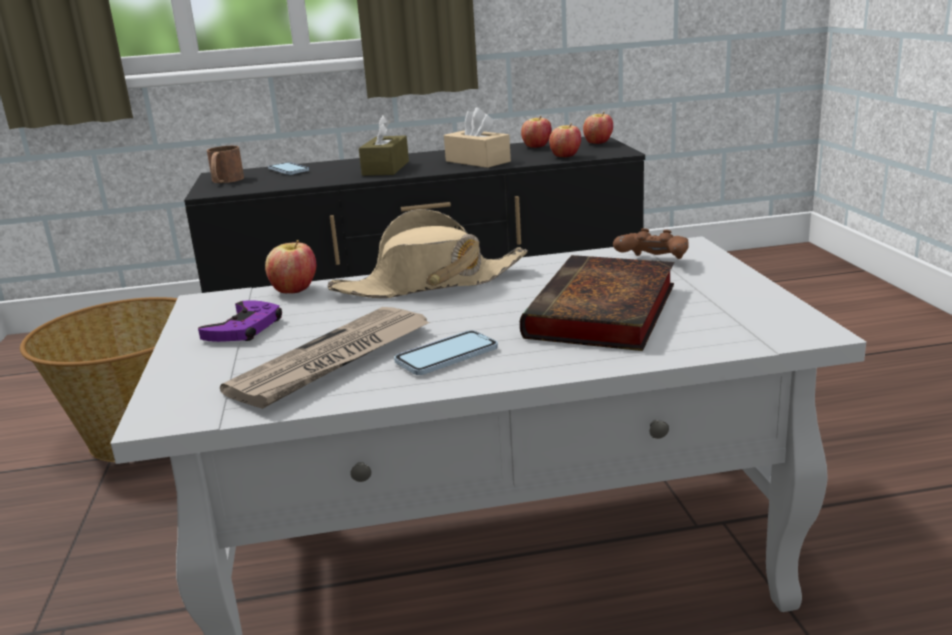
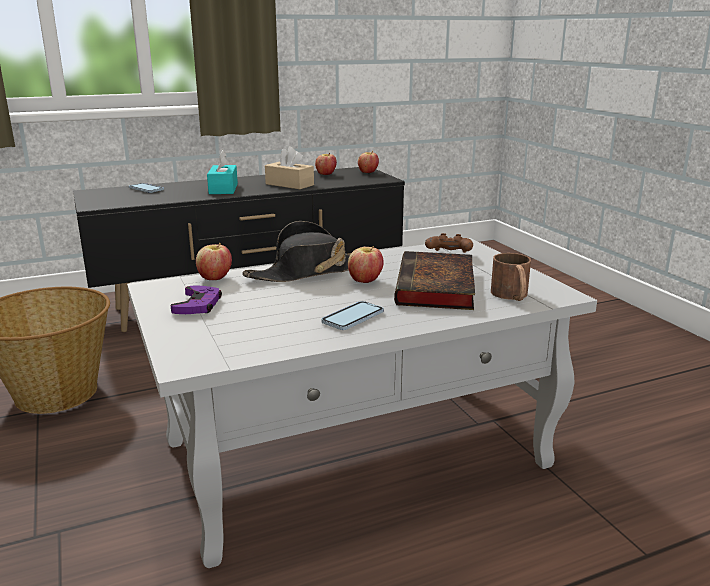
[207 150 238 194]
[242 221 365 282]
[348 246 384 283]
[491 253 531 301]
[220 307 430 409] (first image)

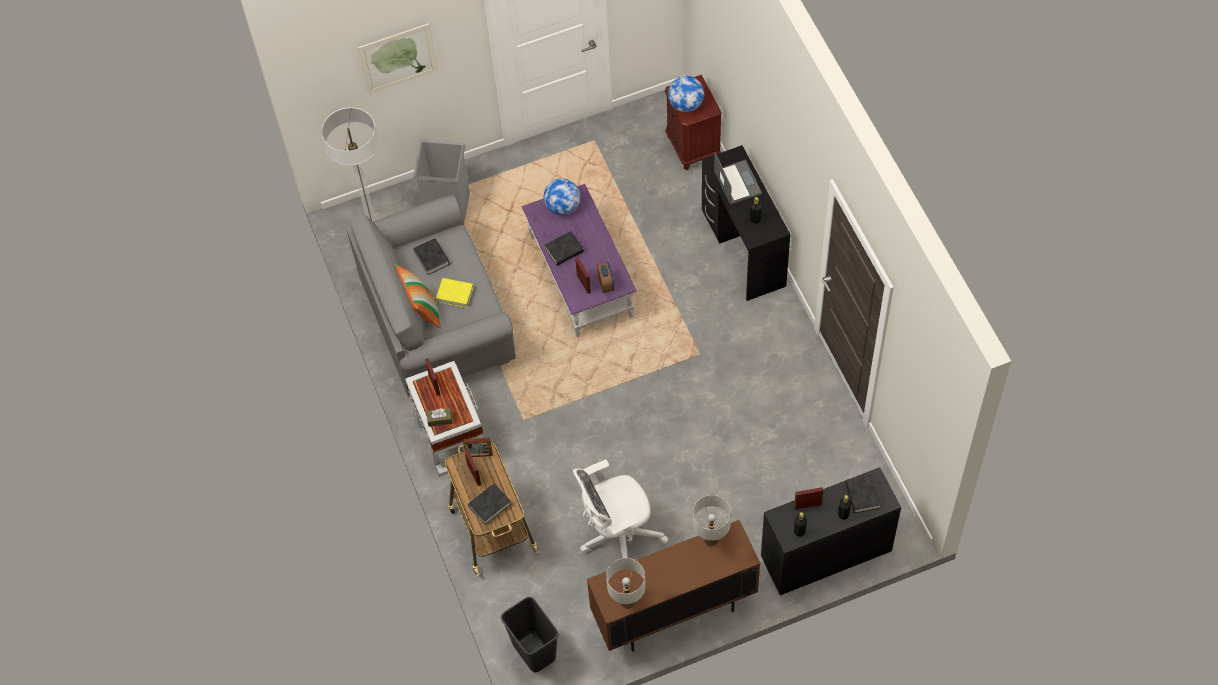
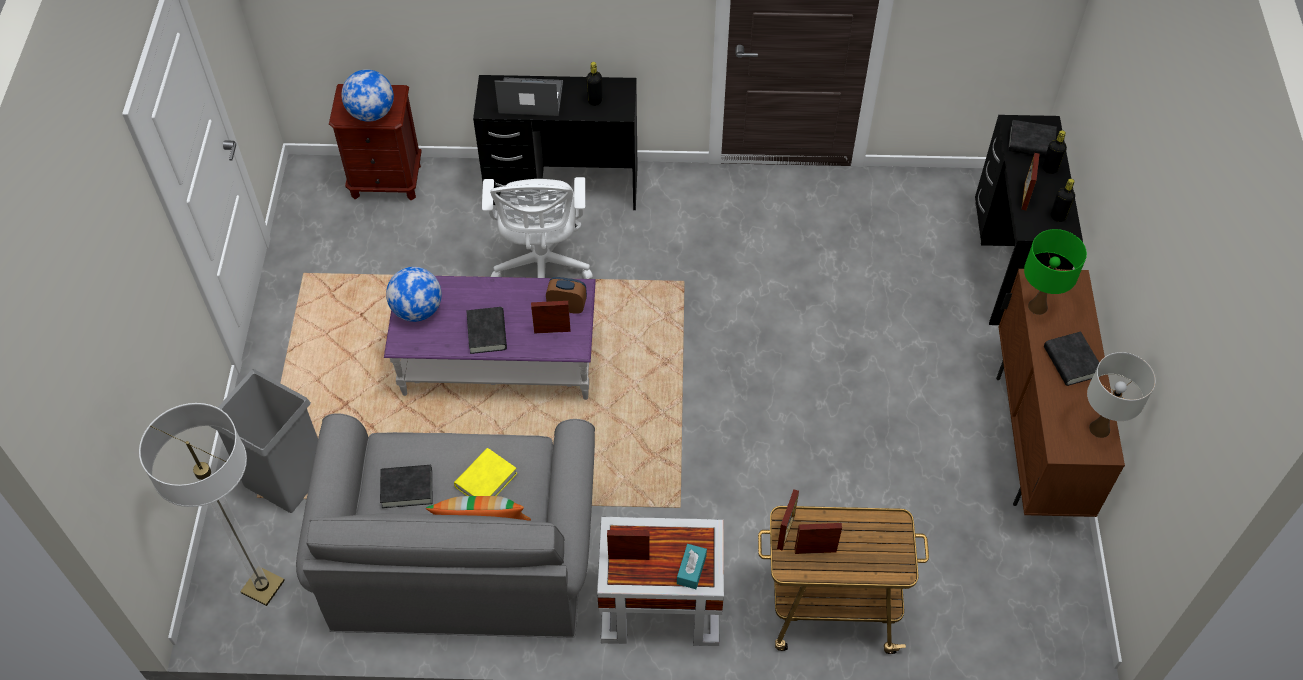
[482 177 593 279]
[677 544 707 589]
[1024 229 1087 315]
[1044 331 1101 386]
[358 23 438 94] (first image)
[501 597 559 672] (first image)

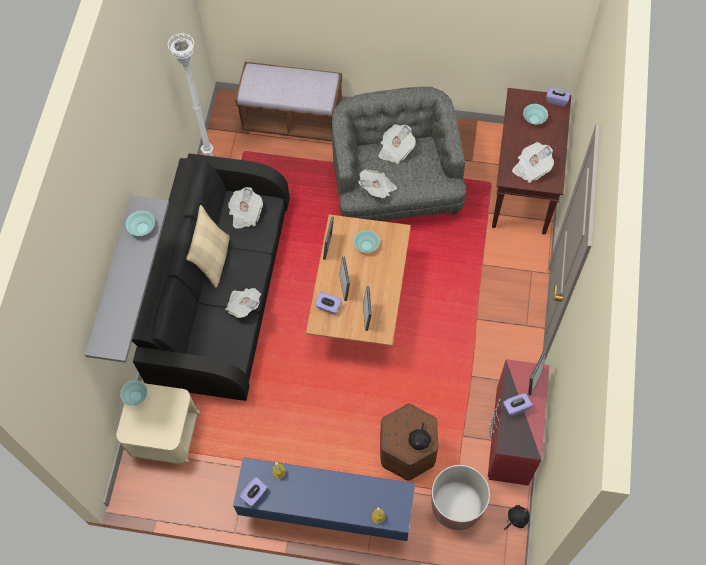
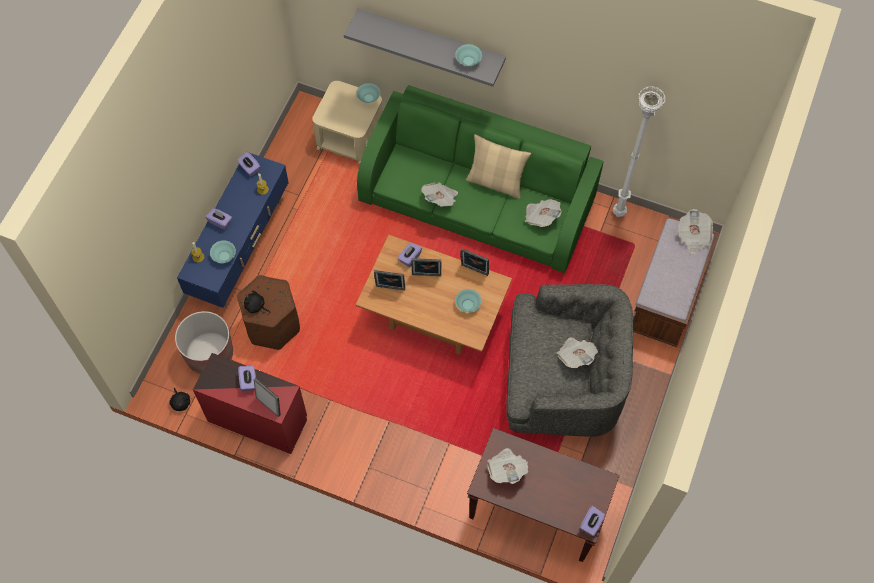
[206 208 232 230]
[210 240 236 263]
[357 85 604 273]
[677 209 713 254]

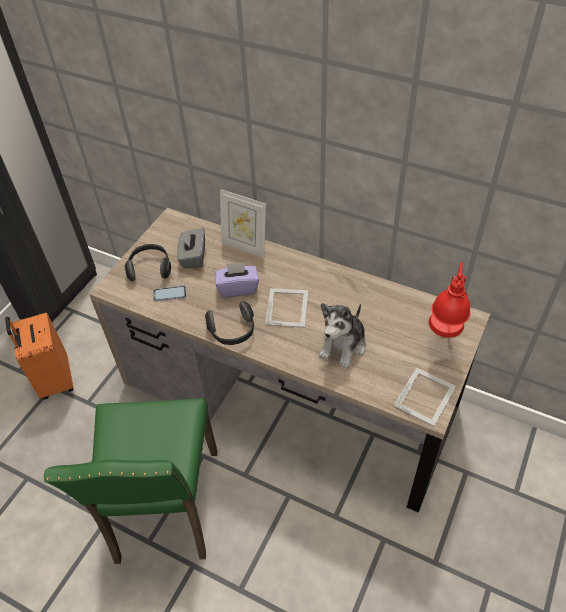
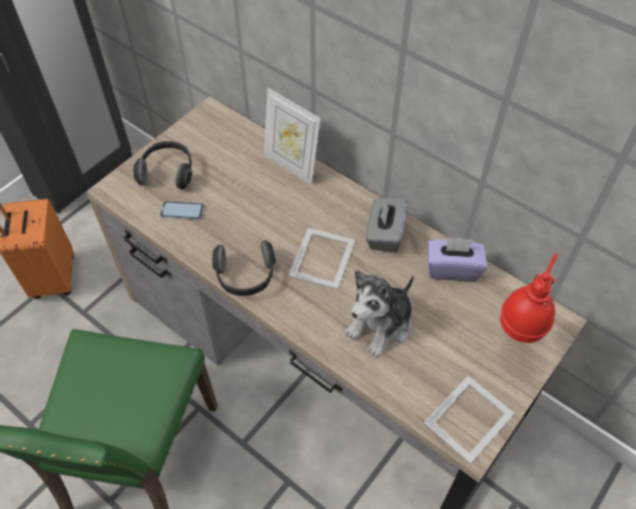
[366 198 408 253]
[428 237 487 281]

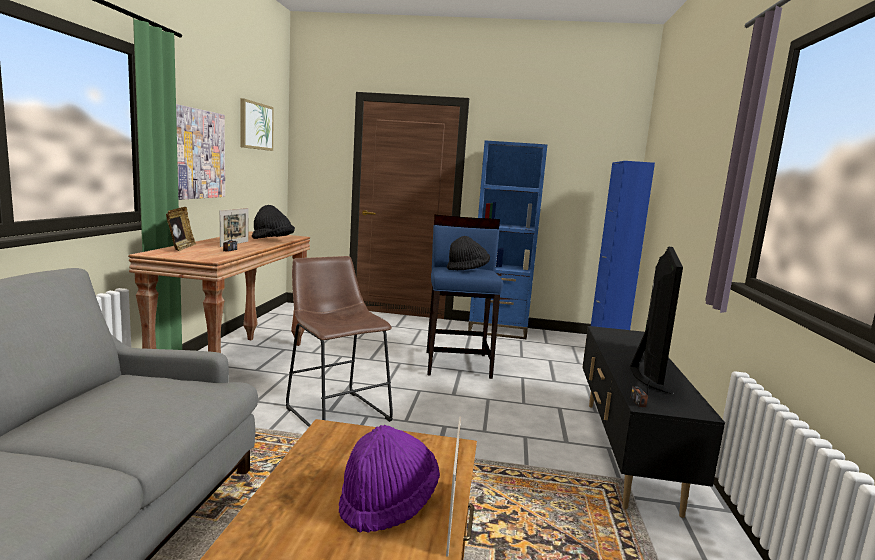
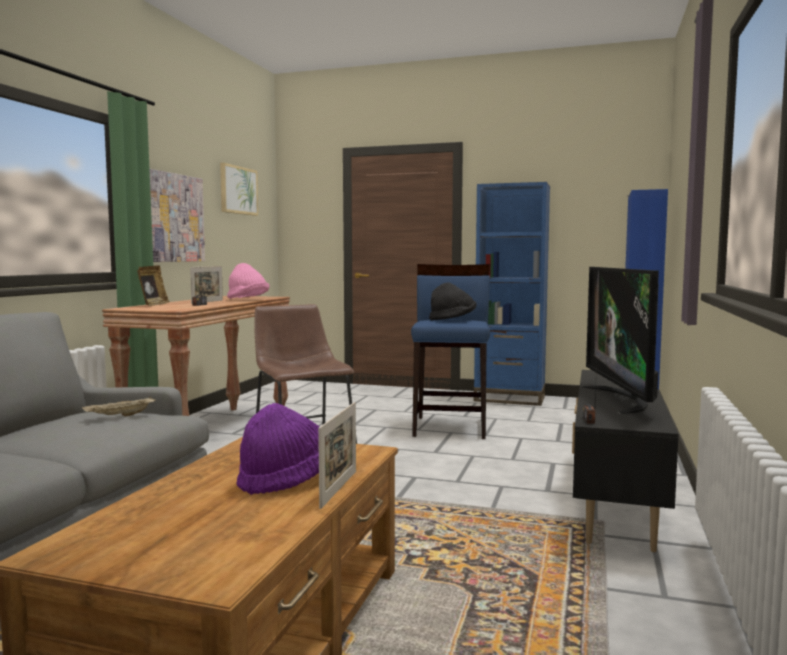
[82 396 156 417]
[227 263 269 299]
[582 267 659 414]

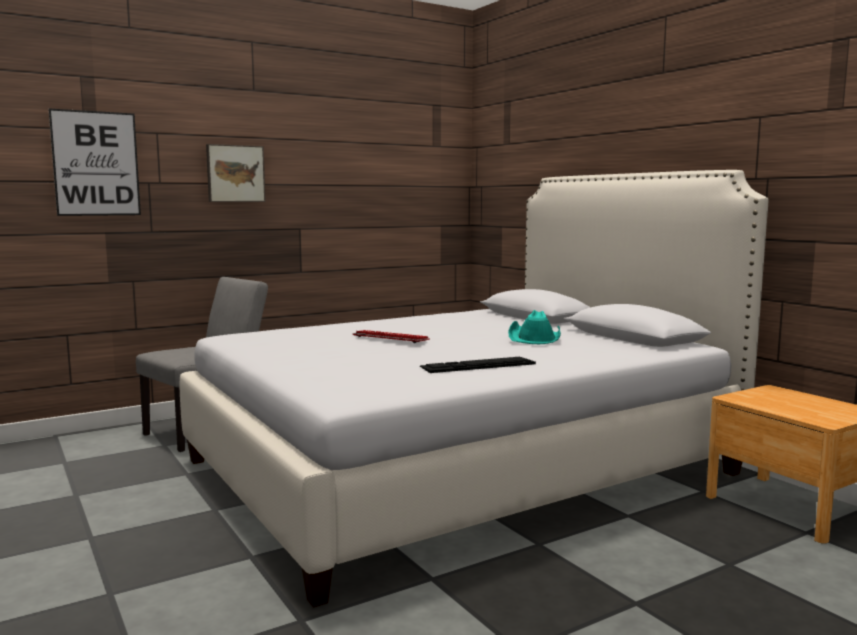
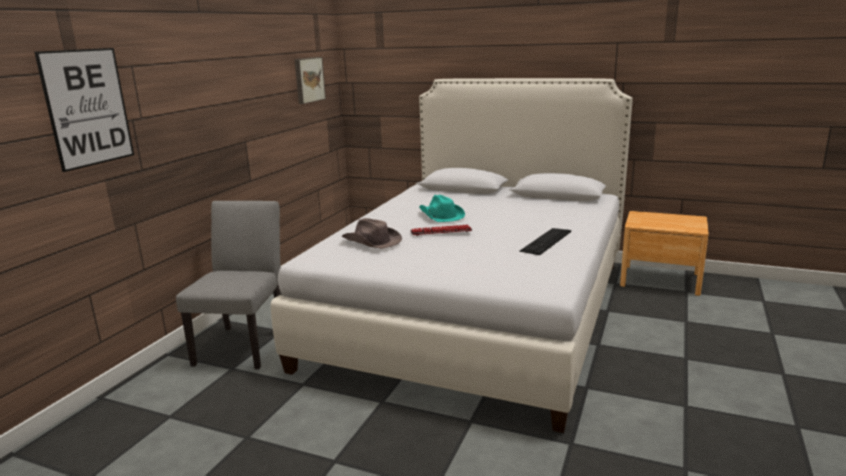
[294 57 326 104]
[341 218 402 249]
[419 195 465 222]

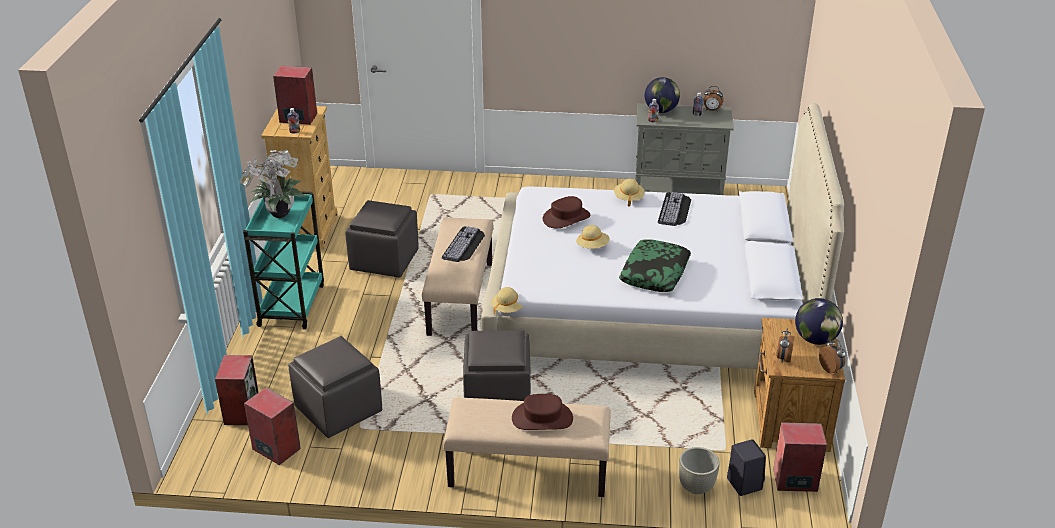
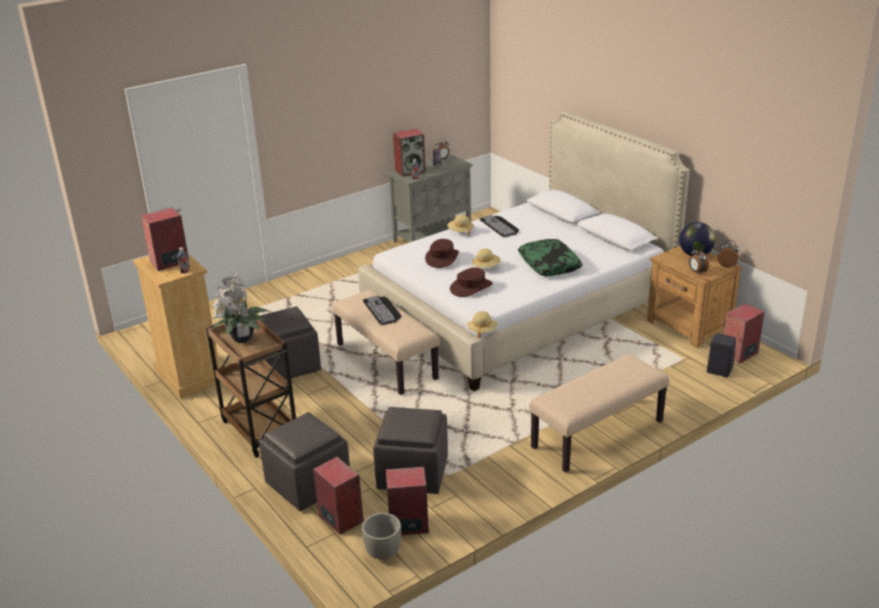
[206 320 296 458]
[259 412 350 511]
[362 513 401 560]
[393 129 426 177]
[450 267 493 297]

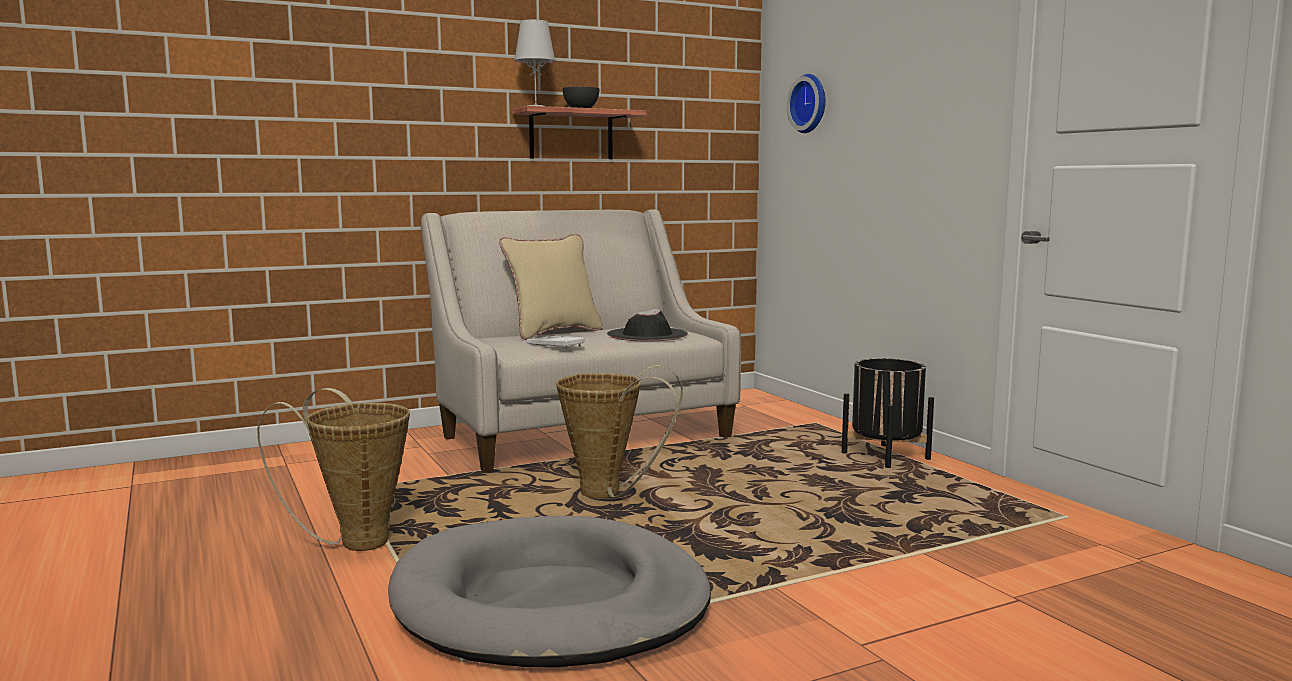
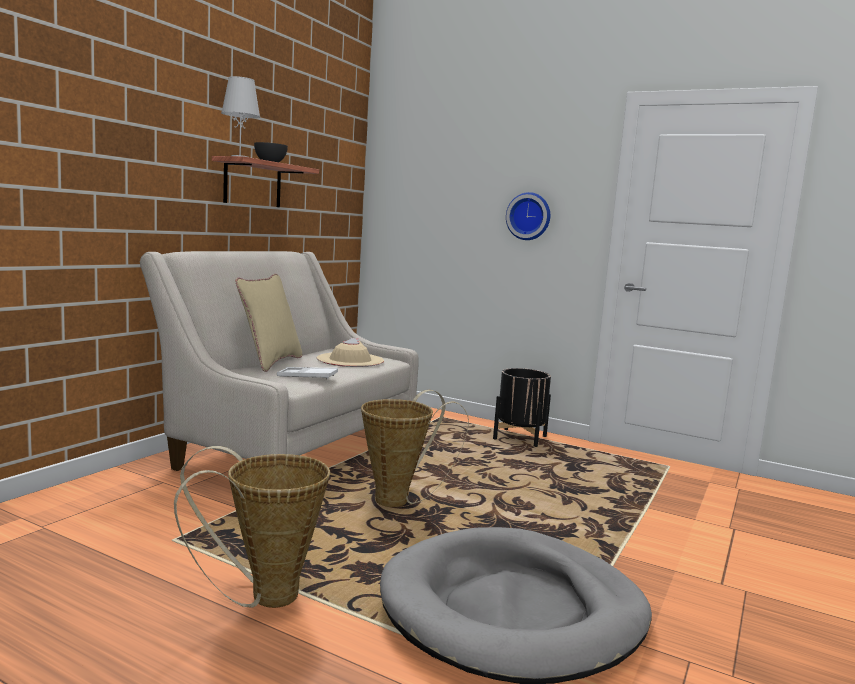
[317 338 384 367]
[506 192 550 240]

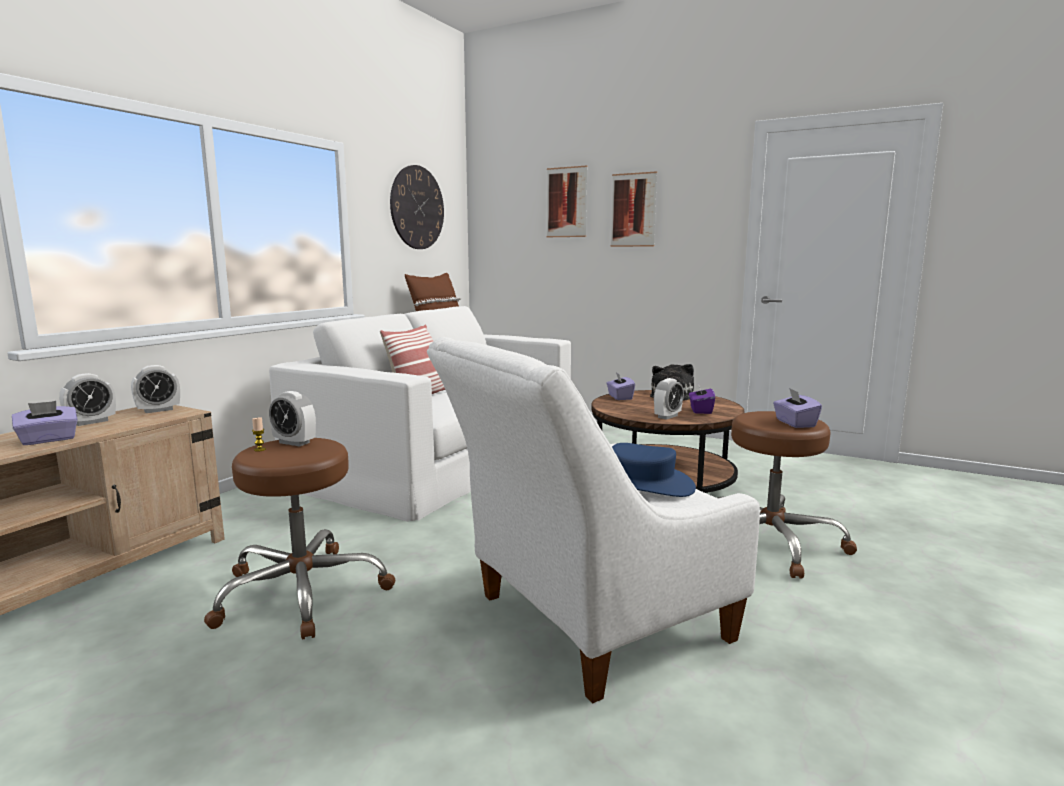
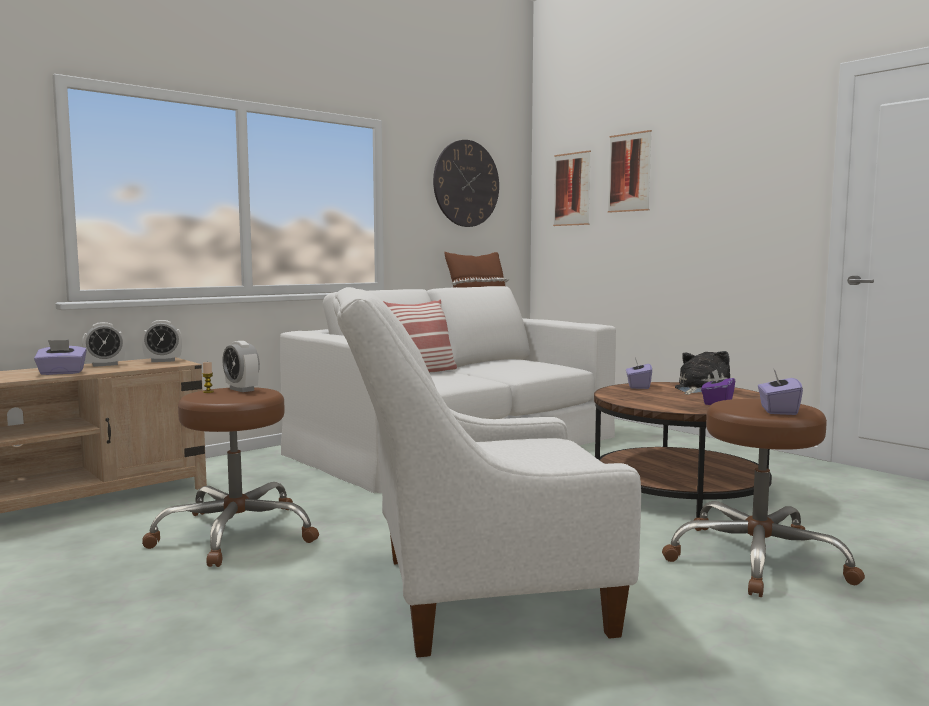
[553 150 591 226]
[612 443 696 497] (first image)
[654 378 684 420] (first image)

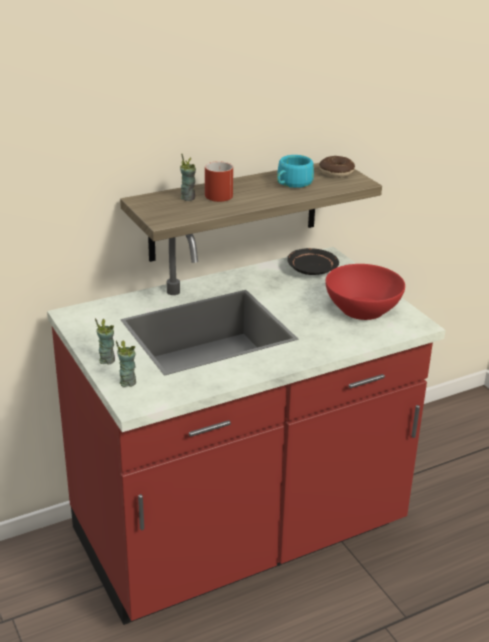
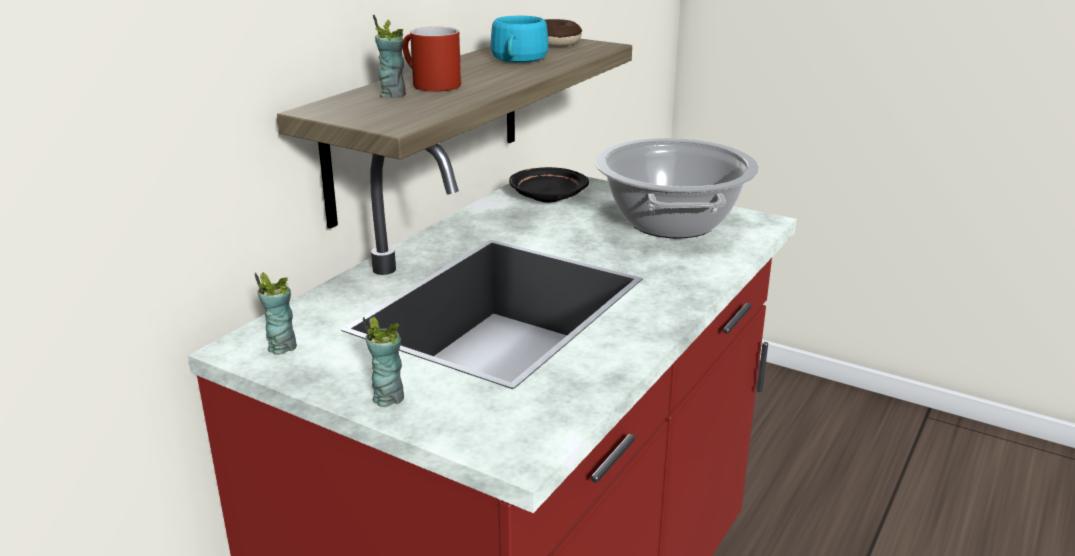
[254 272 297 355]
[595 138 759 239]

